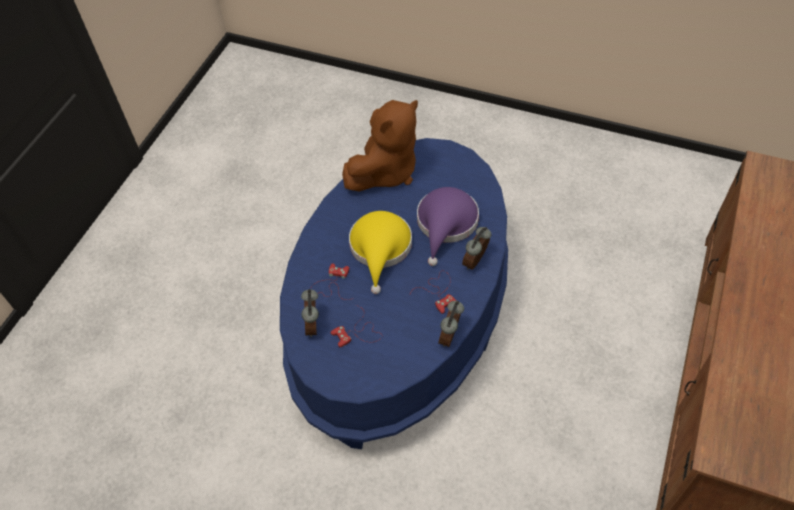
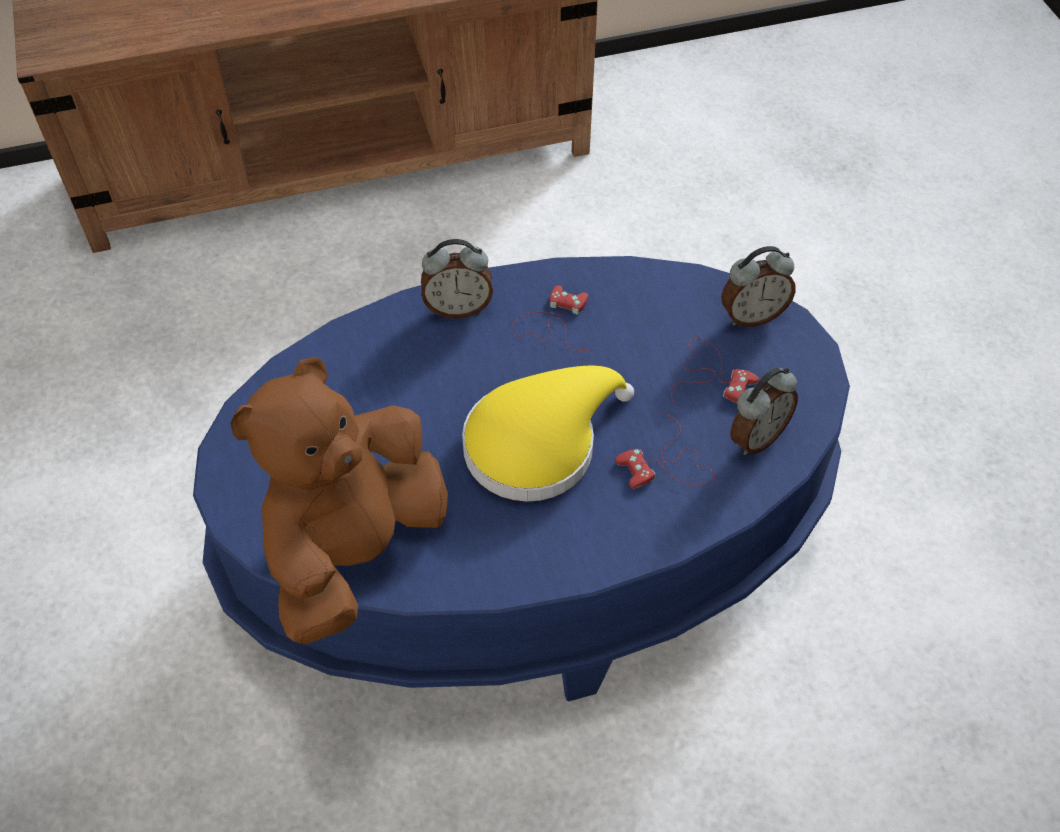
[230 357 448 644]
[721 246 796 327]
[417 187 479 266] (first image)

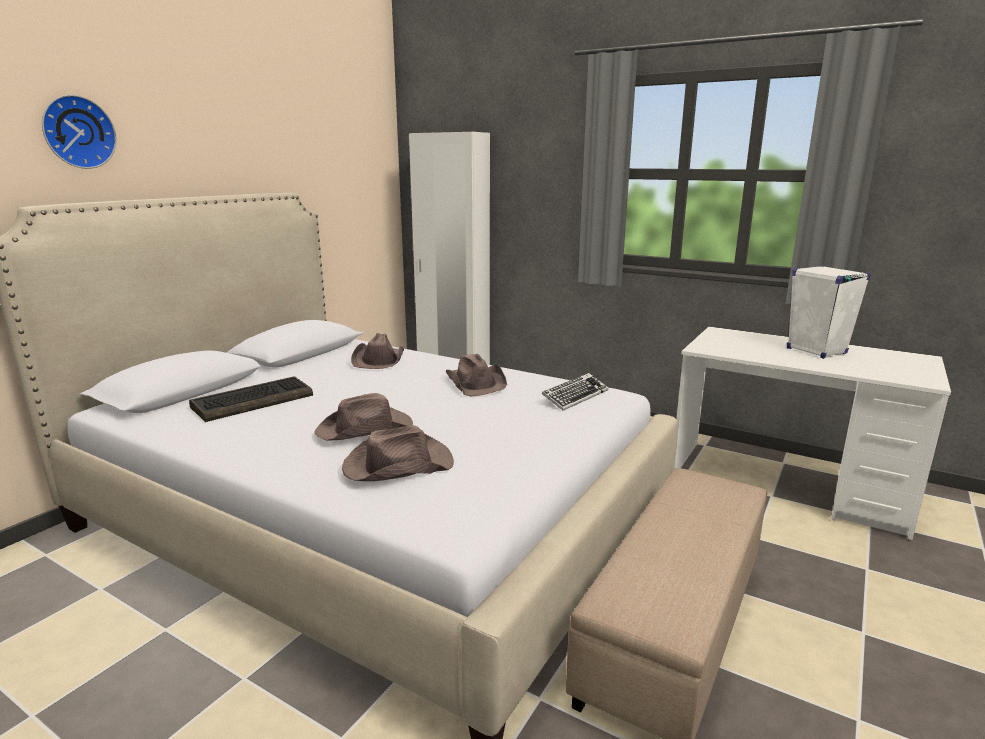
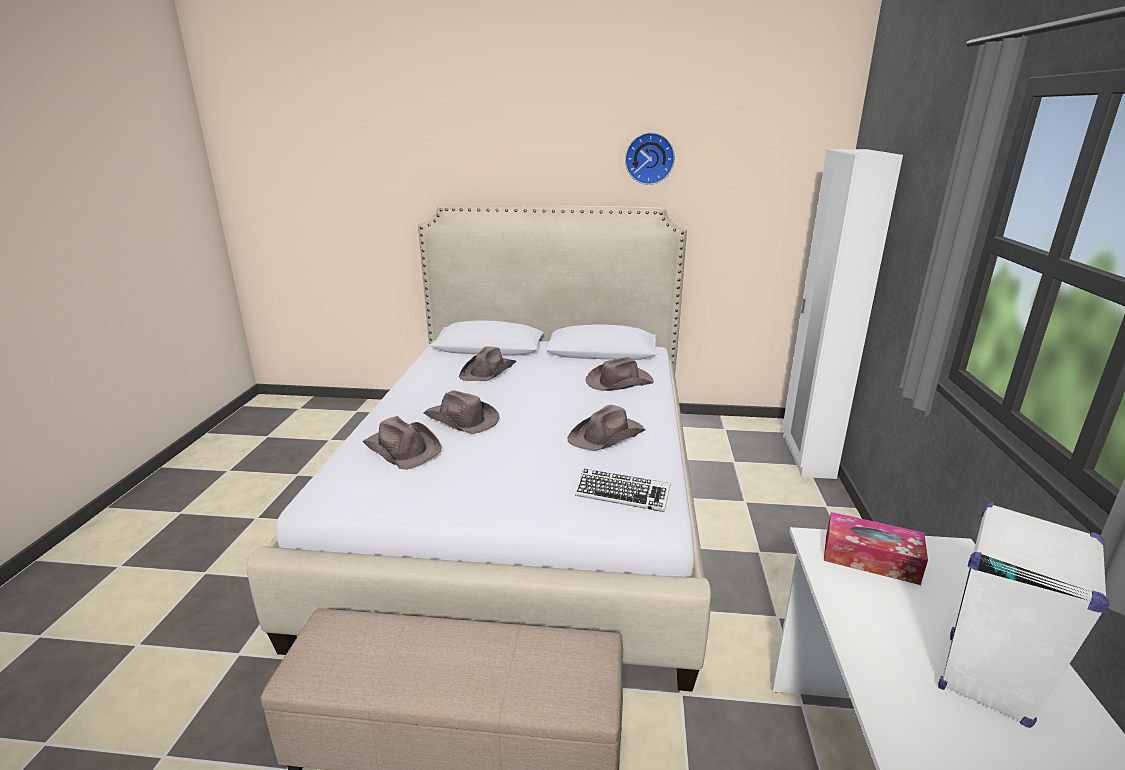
[459 347 516 381]
[625 132 675 185]
[824 512 928 585]

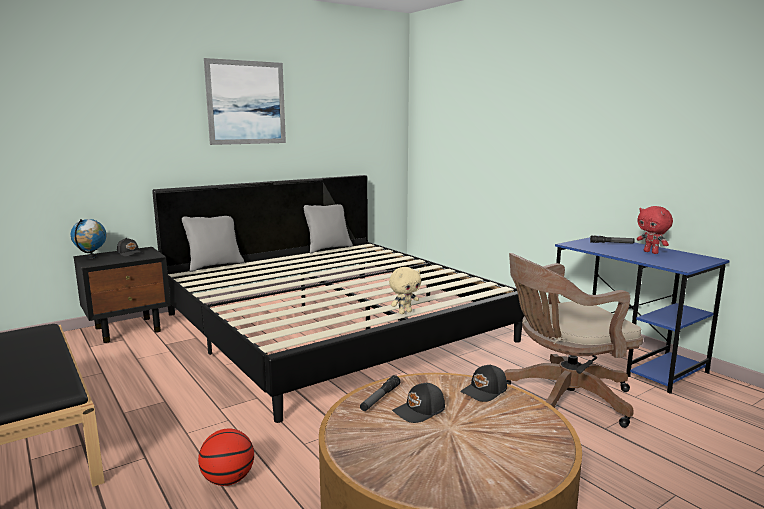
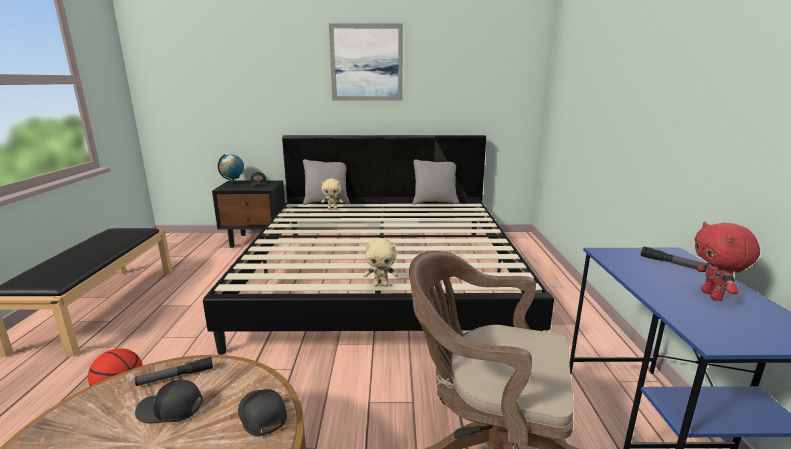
[238 389 287 436]
[321 178 343 210]

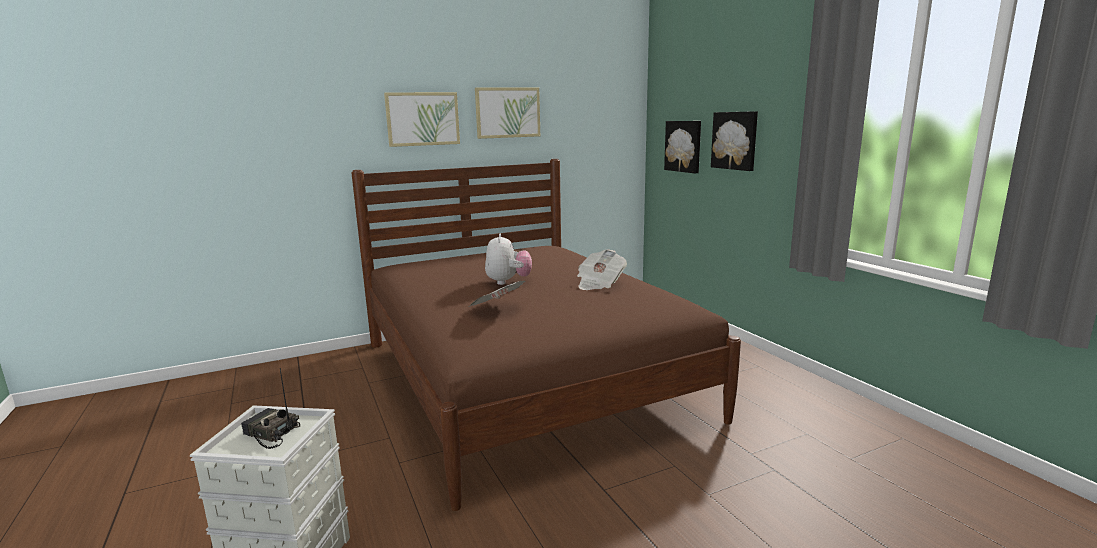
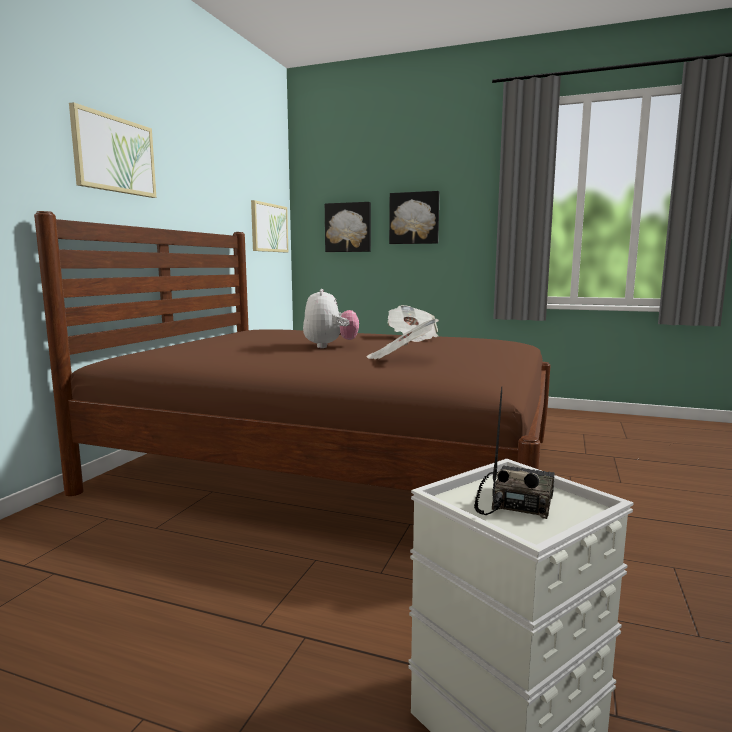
[251 200 288 252]
[303 289 359 348]
[474 386 555 519]

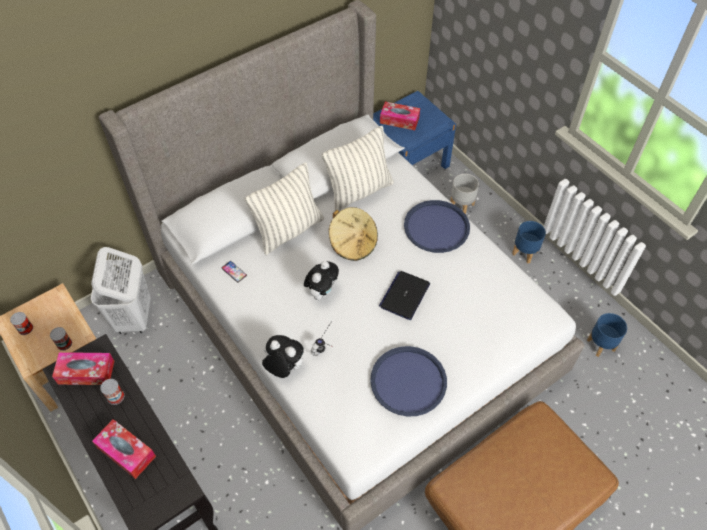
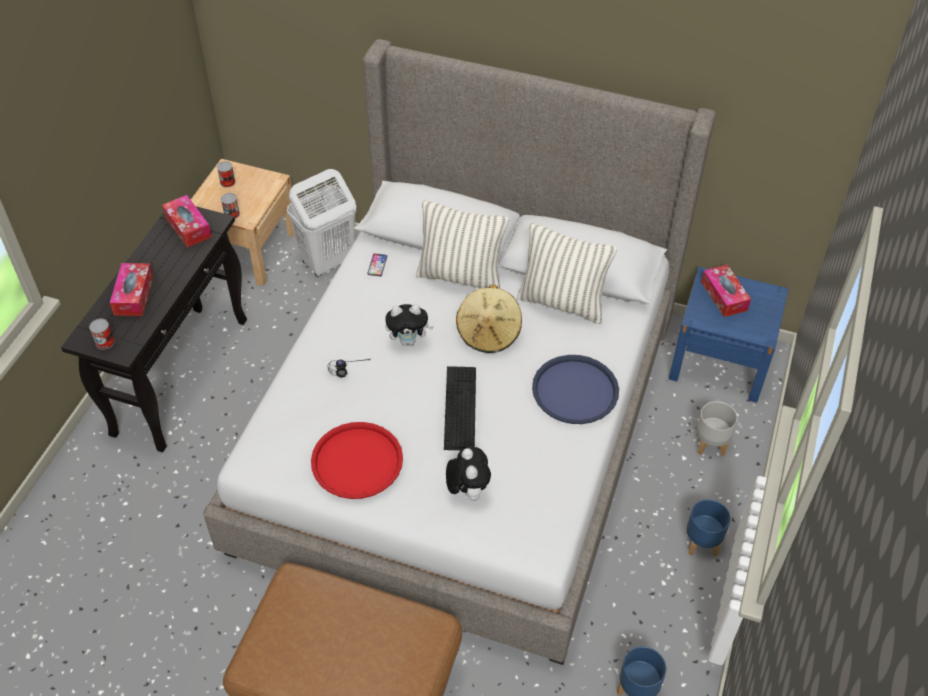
[89 319 115 350]
[311 422 403 499]
[444 366 476 450]
[446 447 491 501]

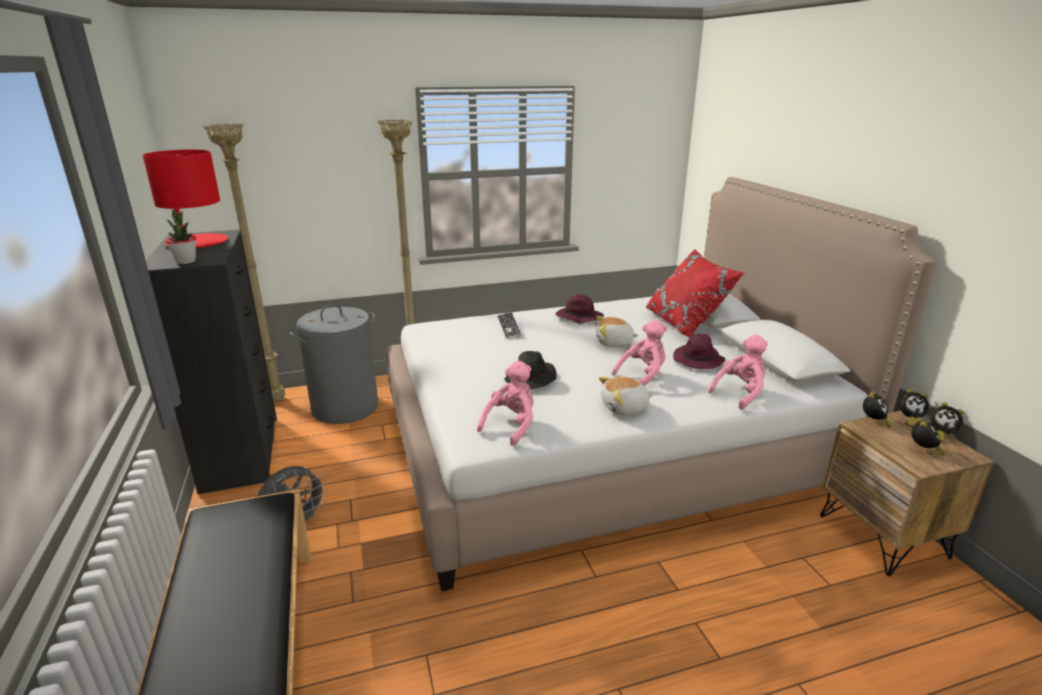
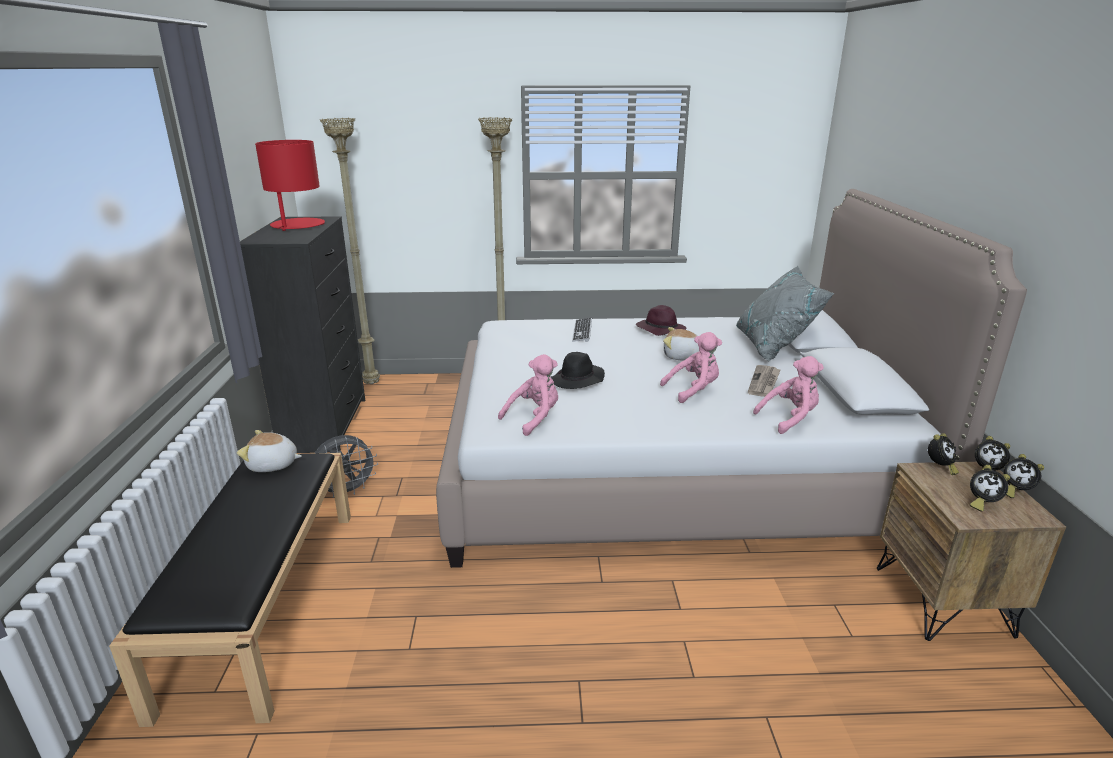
[237 430 302 472]
[736 266 834 361]
[748 365 780 397]
[969 465 1010 512]
[166 209 196 264] (first image)
[290 304 378 424] (first image)

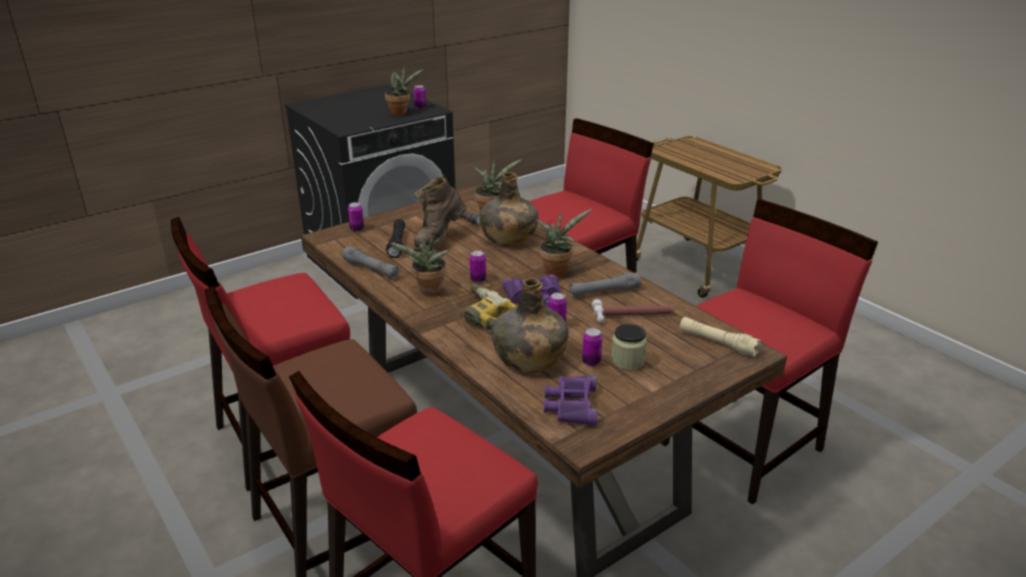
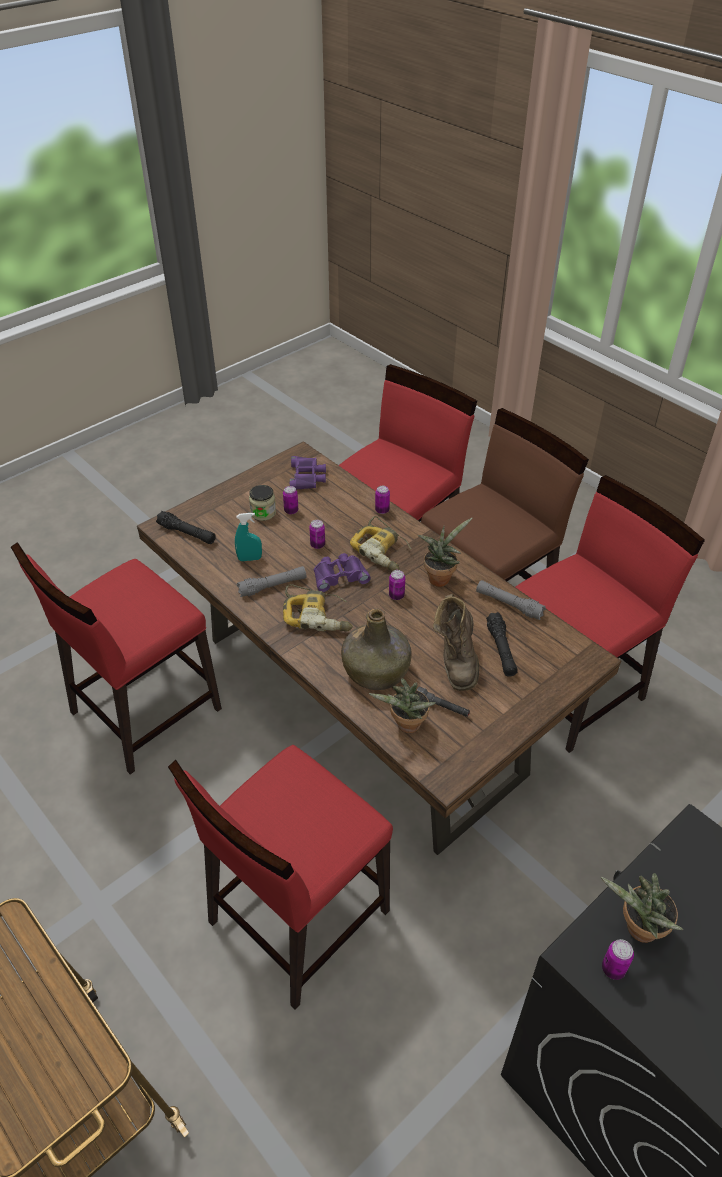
[156 511 216 544]
[235 513 262 561]
[283 584 353 631]
[375 486 390 514]
[433 594 479 691]
[492 278 569 373] (first image)

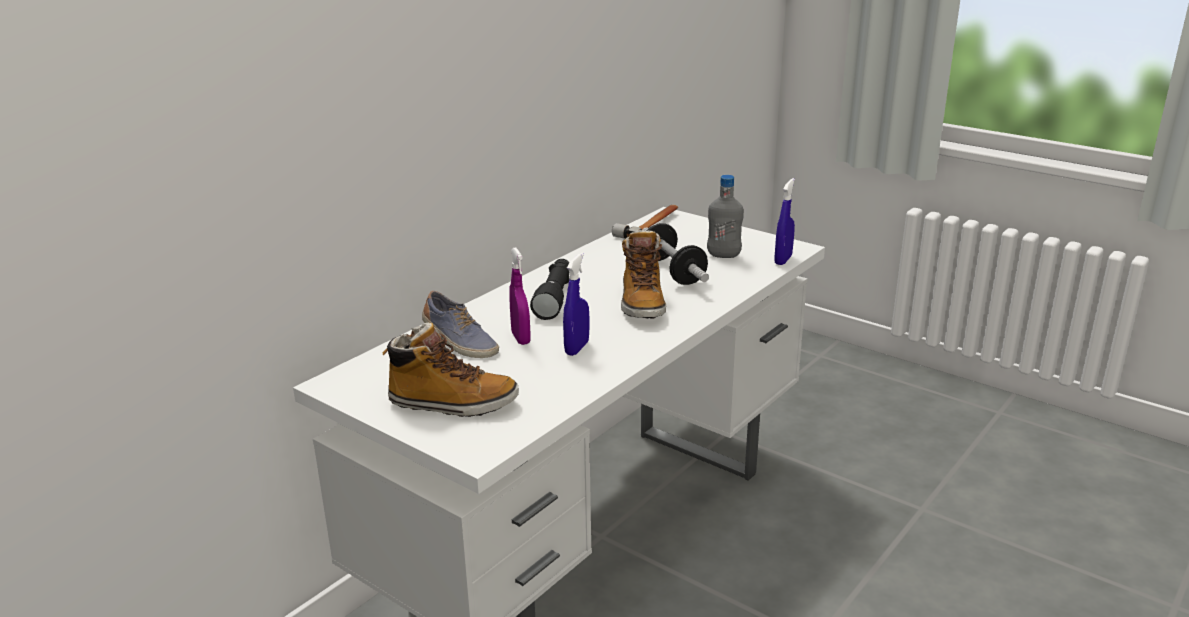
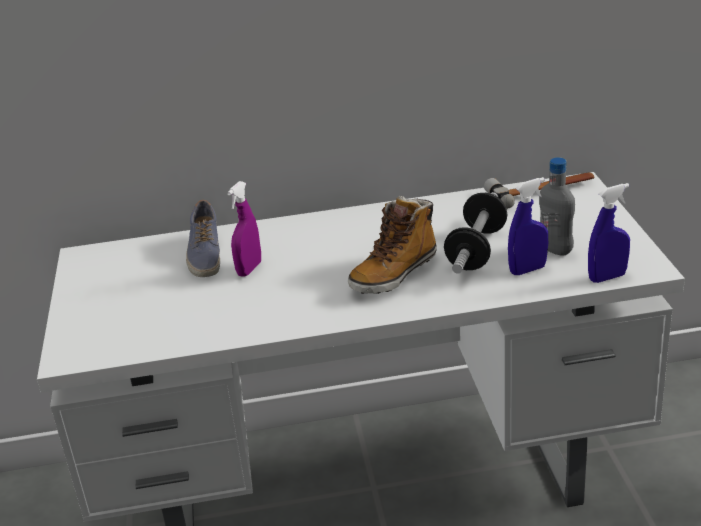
[508 177 548 275]
[382 323 519 417] (first image)
[530 259 570 320] (first image)

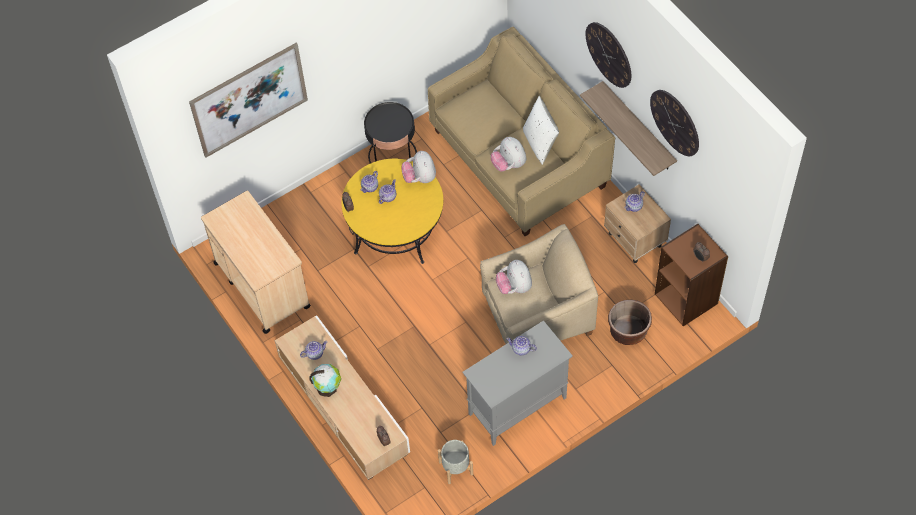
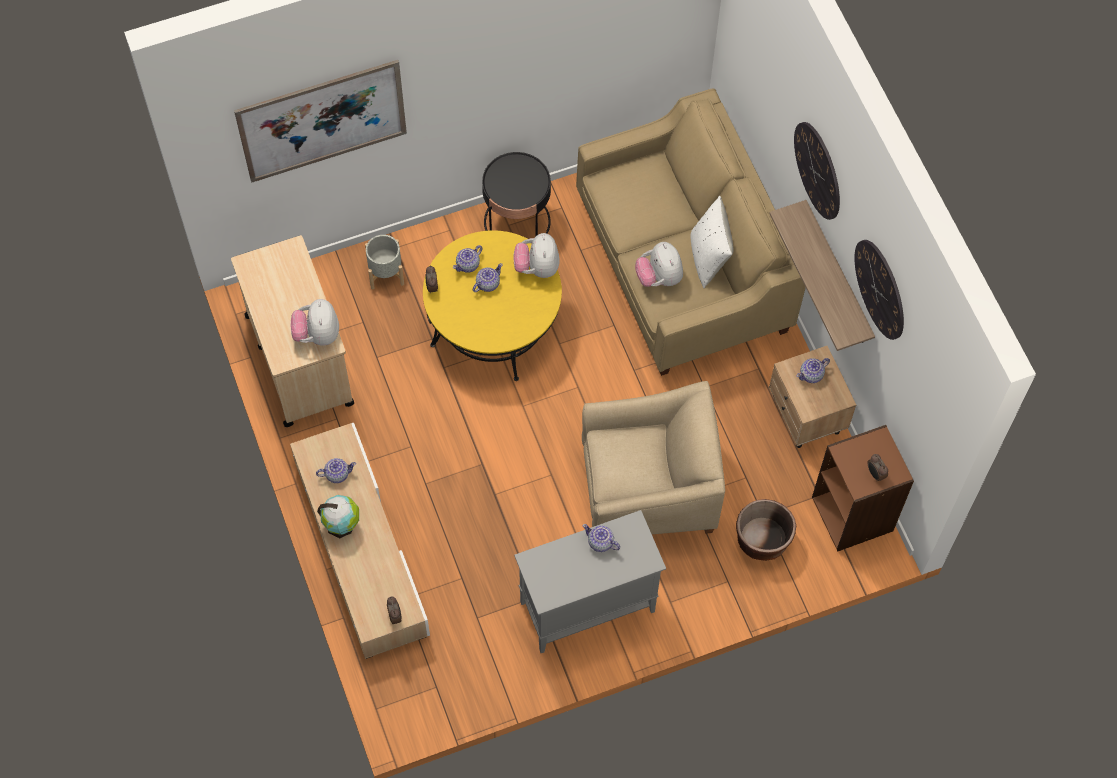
[290 299 339 346]
[365 235 404 290]

